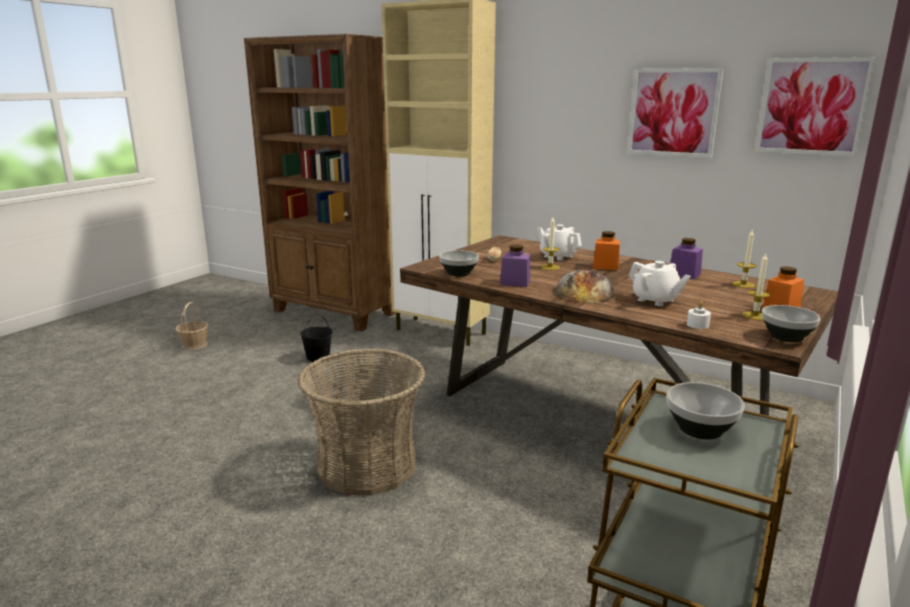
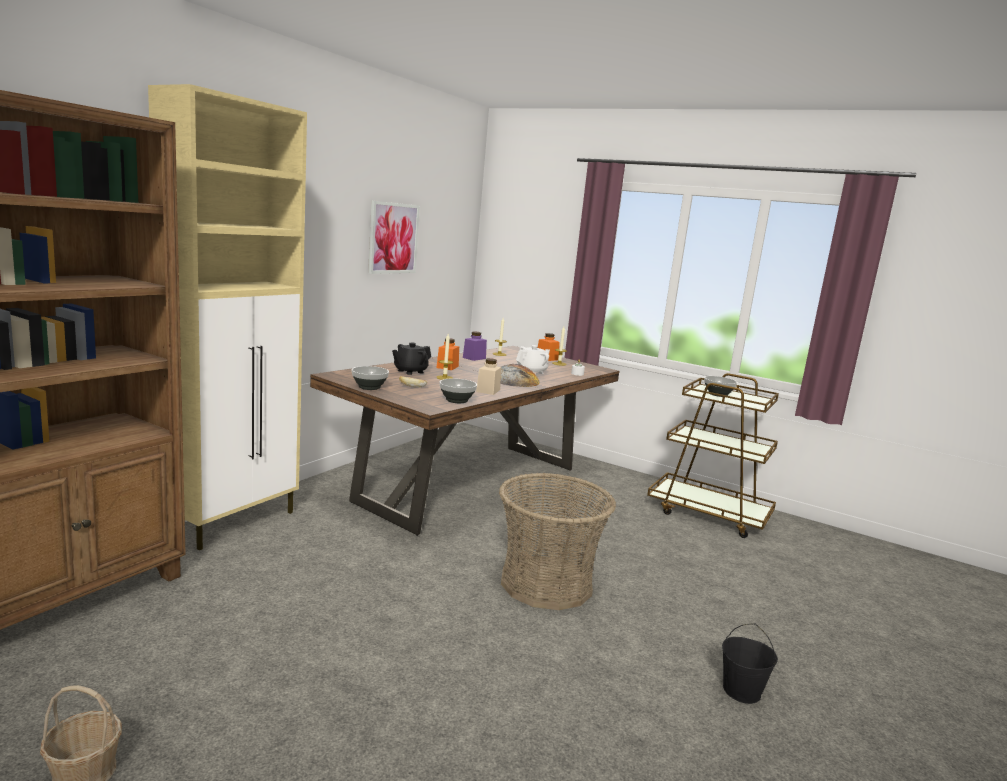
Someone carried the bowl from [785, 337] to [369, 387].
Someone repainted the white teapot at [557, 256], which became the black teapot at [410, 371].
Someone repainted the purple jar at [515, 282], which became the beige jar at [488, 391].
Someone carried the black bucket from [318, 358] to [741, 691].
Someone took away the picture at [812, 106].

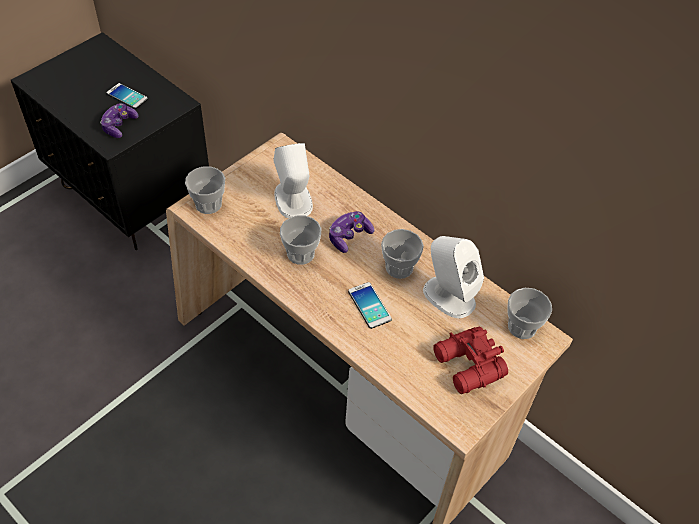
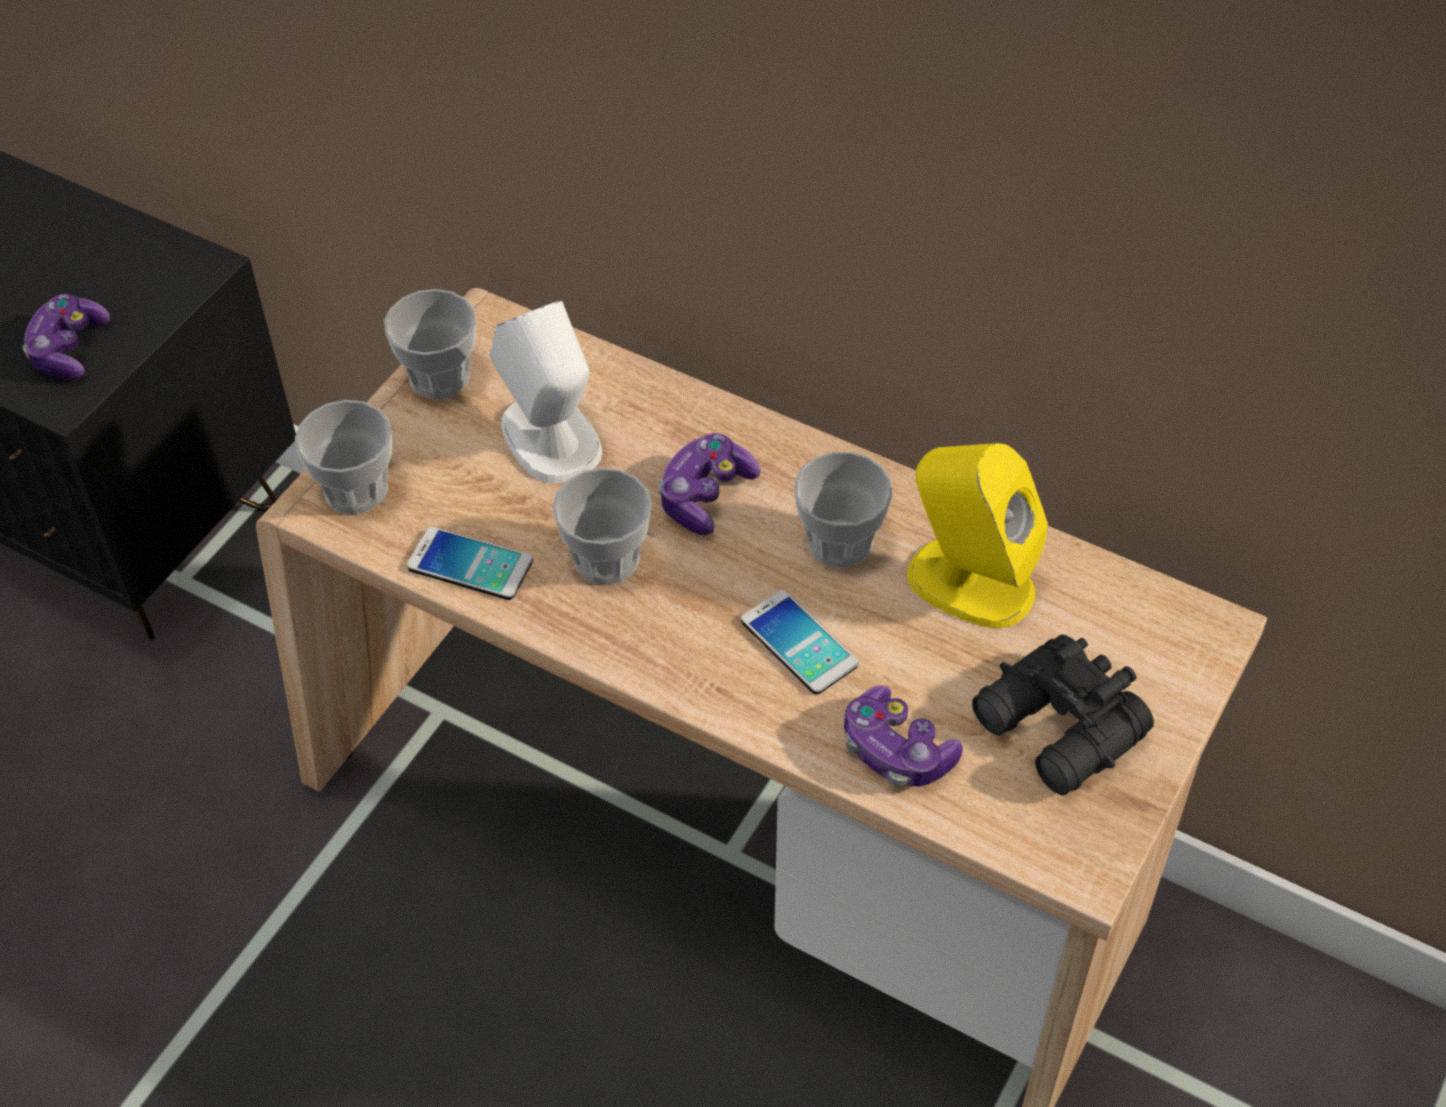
Someone carried the cup from [522, 327] to [439, 377].
Someone carried the phone from [127, 96] to [470, 564].
Someone put down the game controller at [896, 750].
Someone repainted the white speaker at [448, 296], which became the yellow speaker at [969, 582].
Someone repainted the red binoculars at [467, 367], which became the black binoculars at [1058, 731].

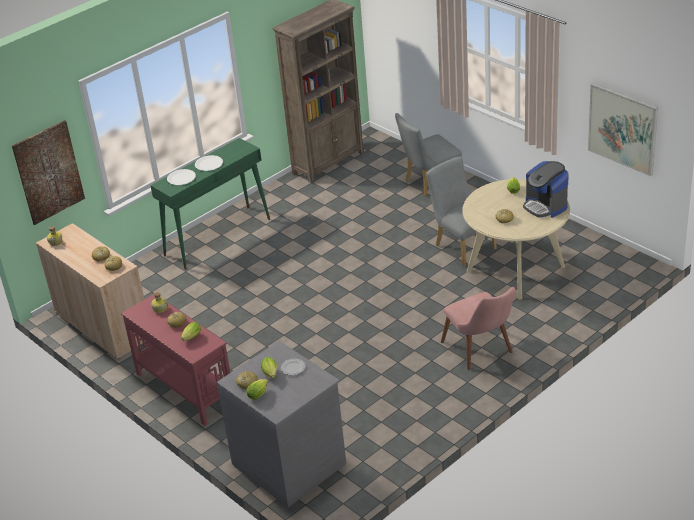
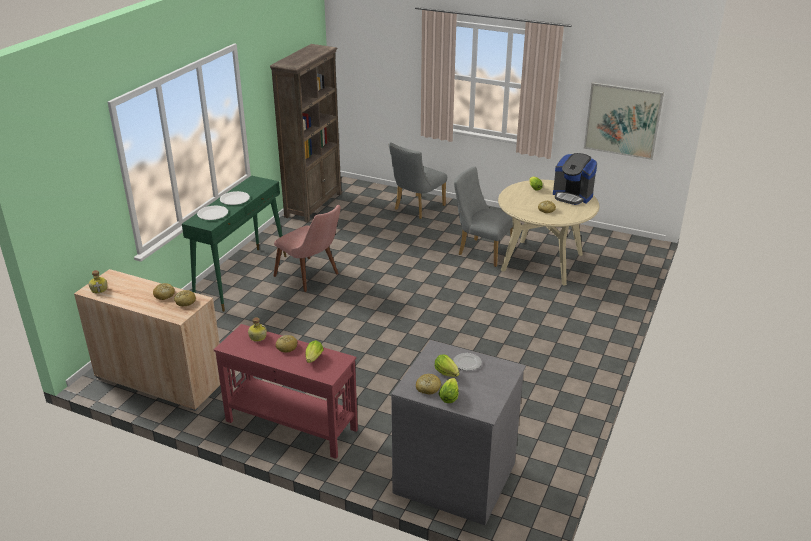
Someone carried the pink chair from [482, 351] to [312, 277].
Someone took away the picture at [48, 172].

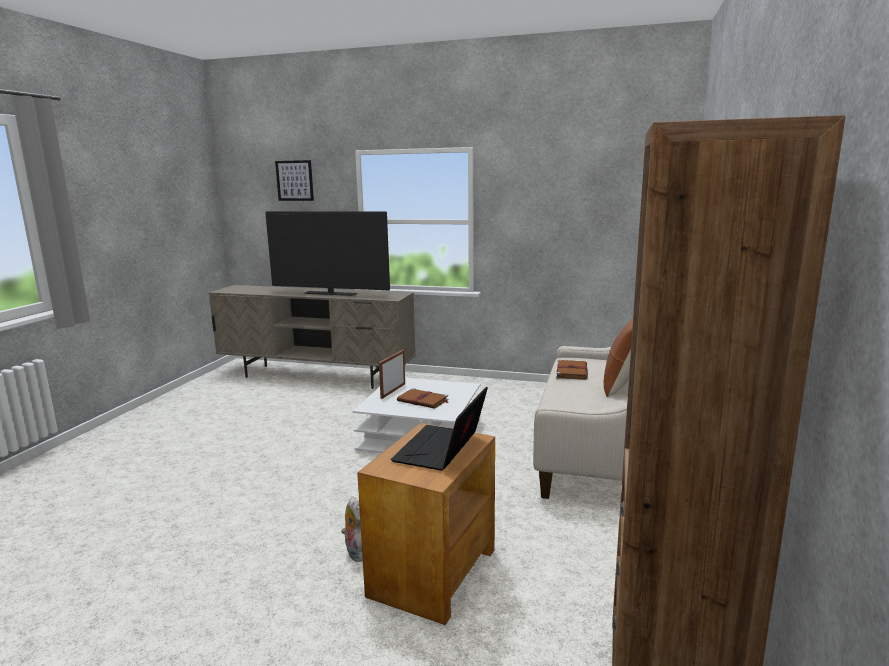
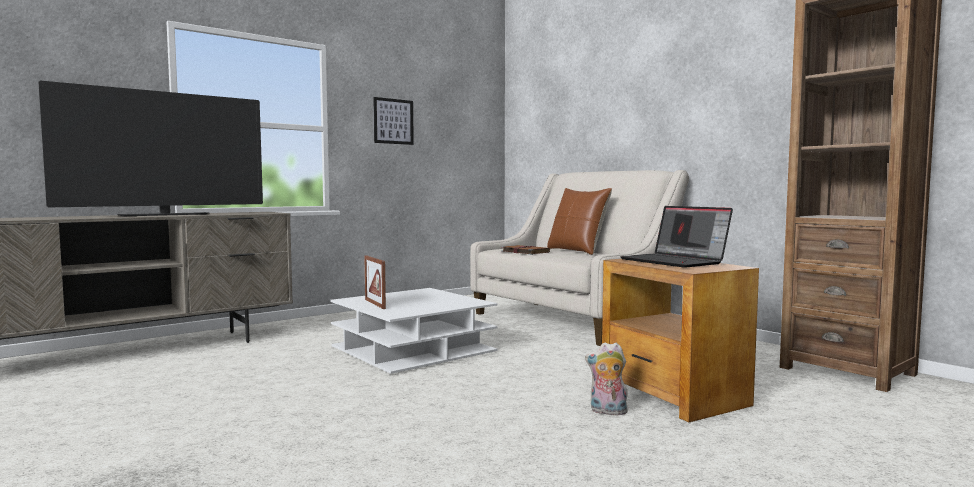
Someone carried the picture from [294, 180] to [393, 121].
Someone took away the brown book at [423, 401].

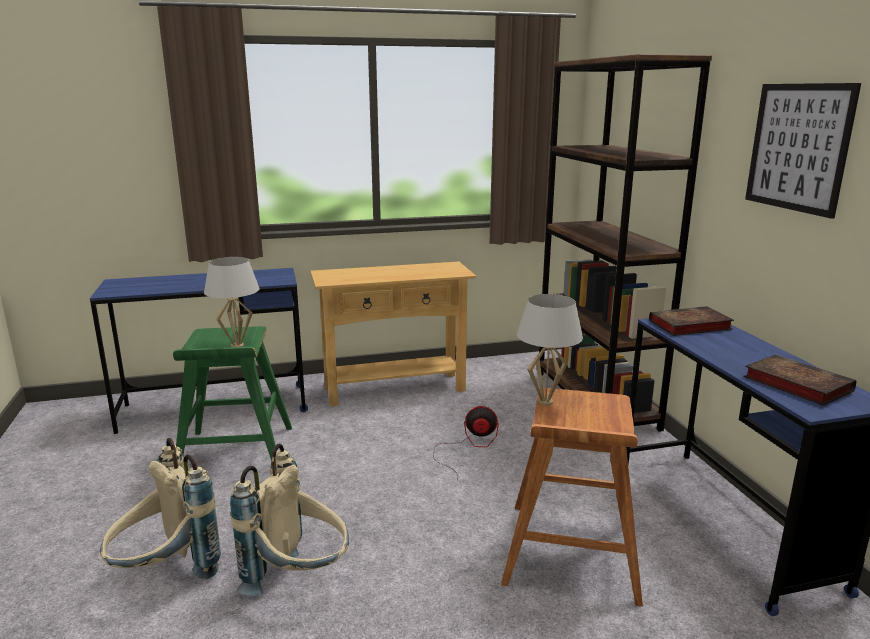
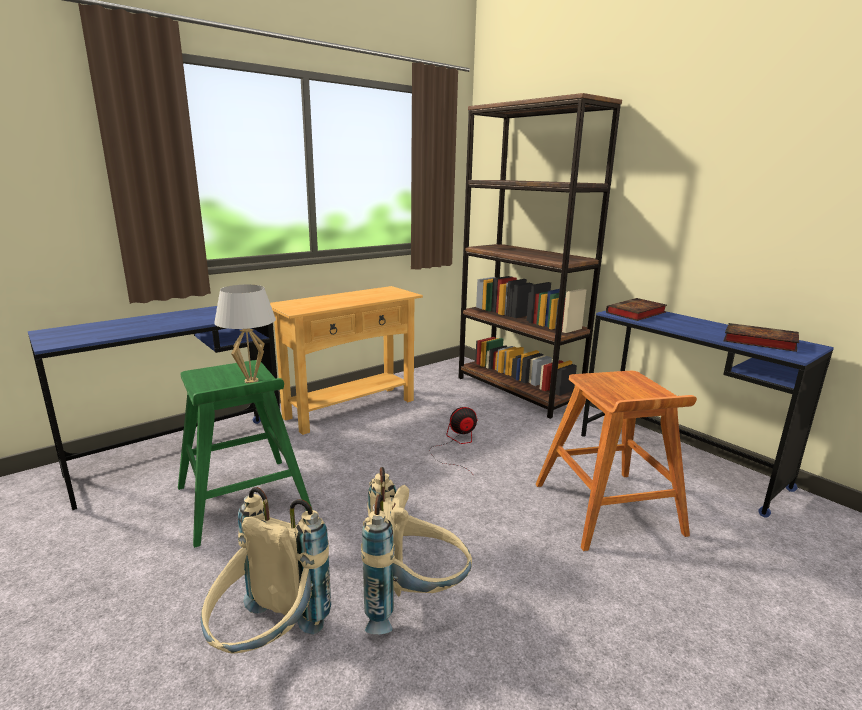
Someone took away the white table lamp at [545, 402].
Someone took away the picture at [798, 147].

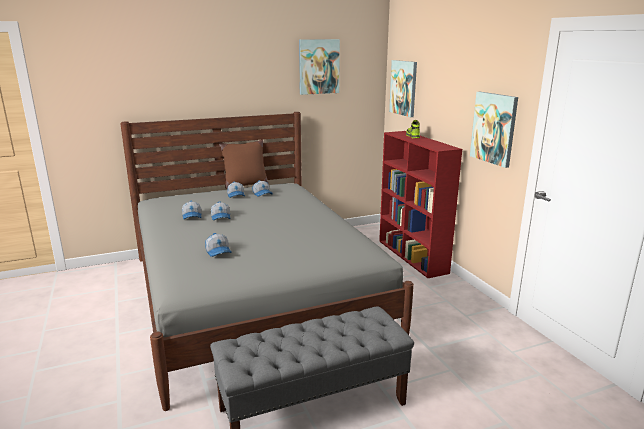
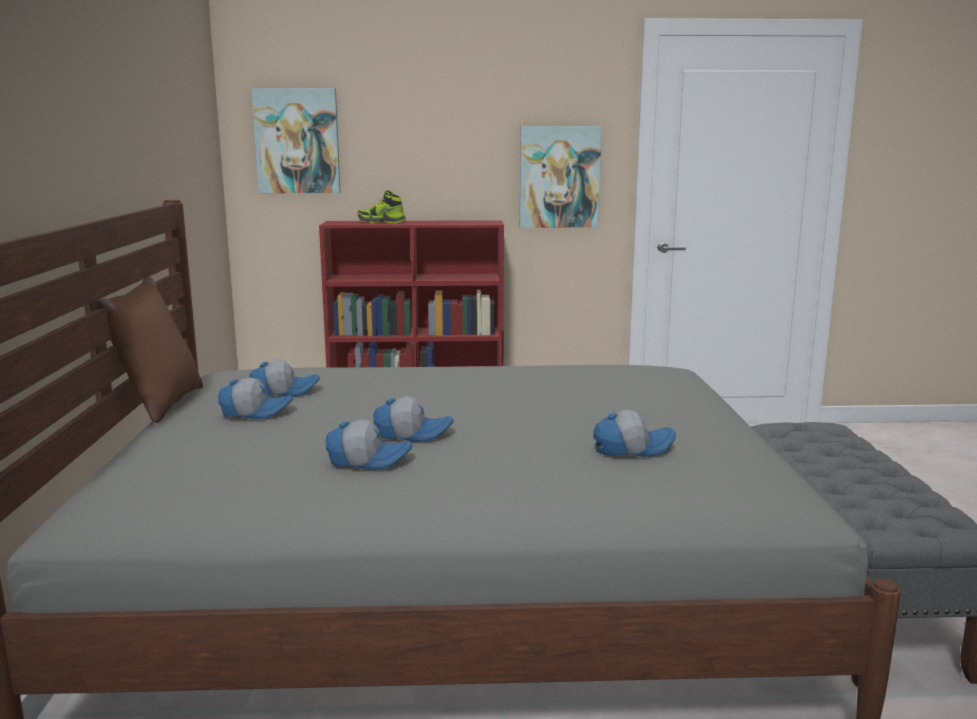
Someone took away the picture at [318, 66].

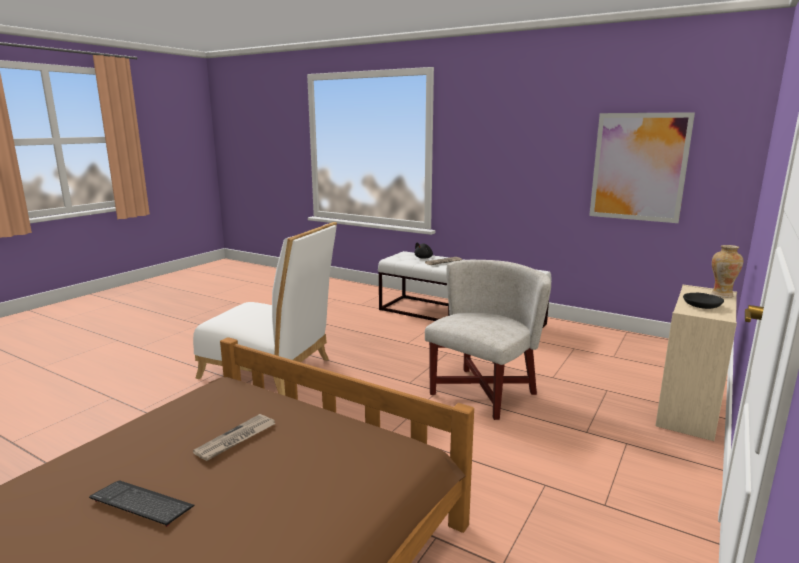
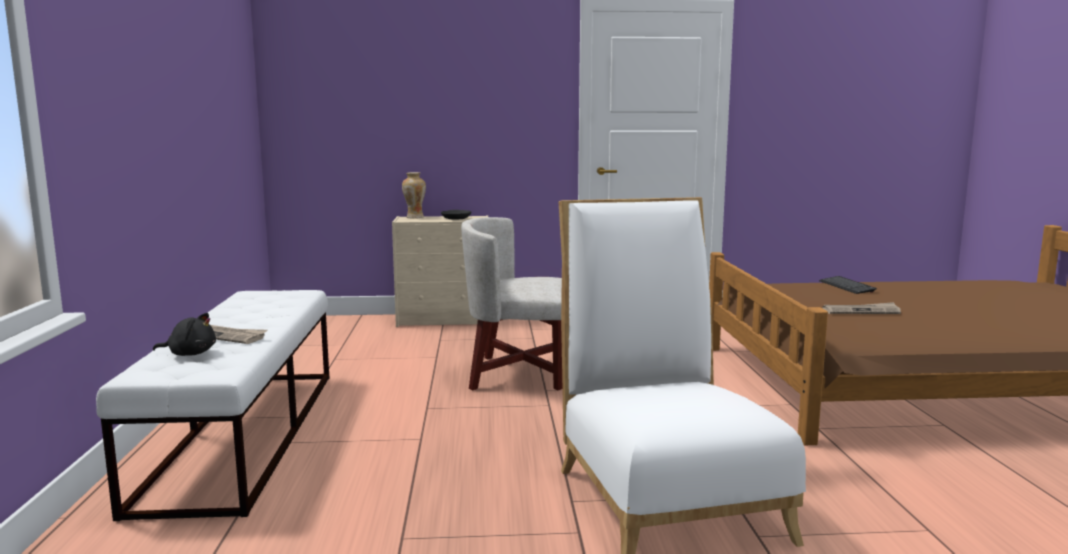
Someone carried the keyboard from [141, 504] to [846, 286].
Someone took away the picture at [639, 167].

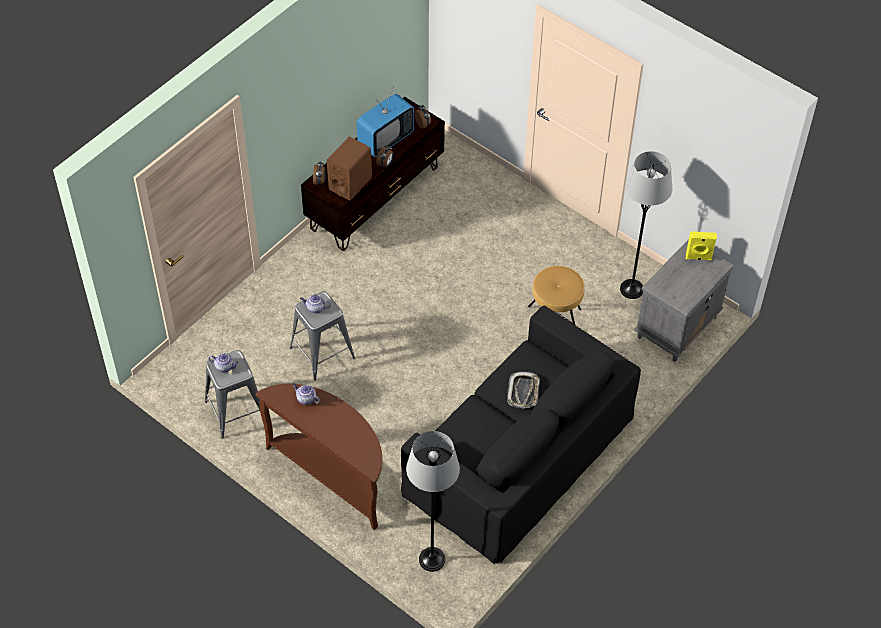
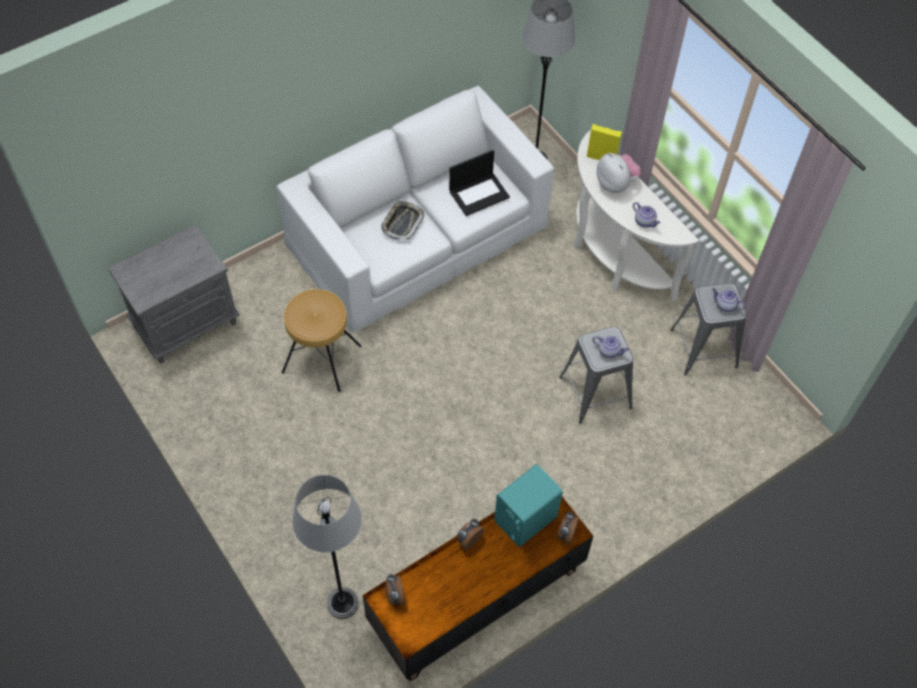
Someone repainted the black sofa at [519, 454], which became the white sofa at [417, 233].
Someone carried the grey floor lamp from [631, 289] to [342, 603].
Someone put down the laptop at [479, 193].
Someone repainted the brown speaker at [350, 183], which became the turquoise speaker at [525, 519].
Someone repainted the brown console table at [332, 475], which became the white console table at [612, 257].
Someone carried the yellow speaker from [698, 258] to [601, 157].
Someone put down the plush toy at [615, 184].
Someone took away the television at [385, 139].

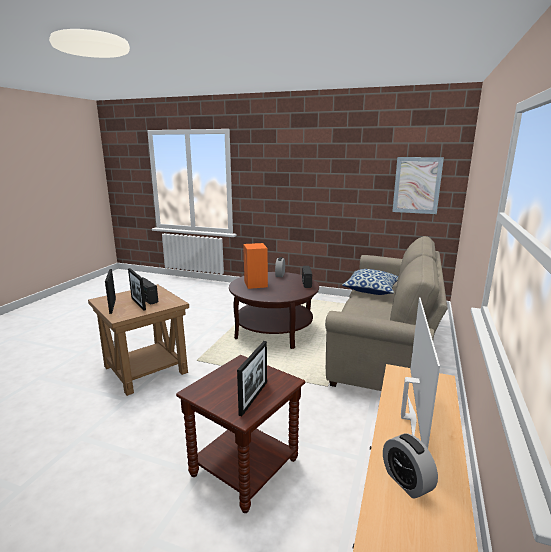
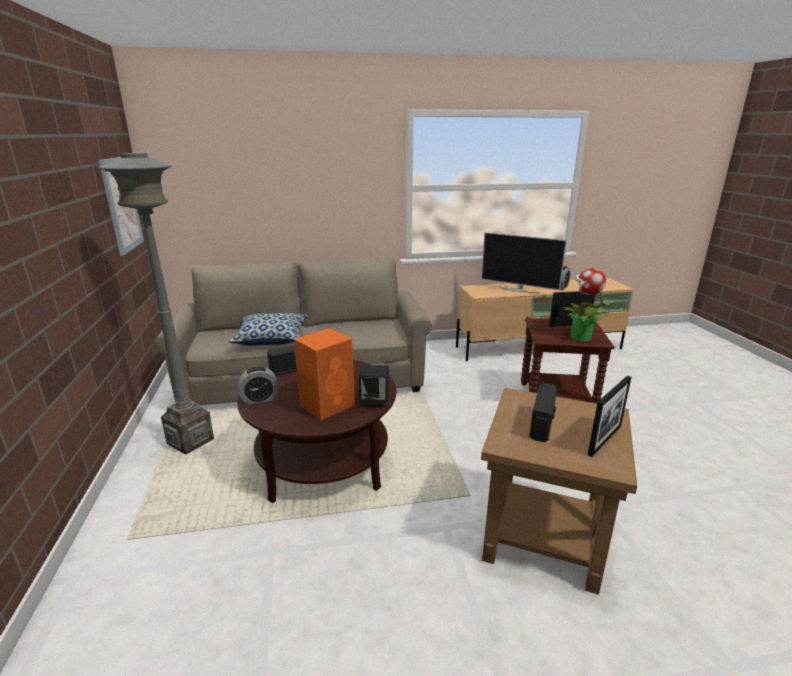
Someone put down the grey floor lamp at [190, 441].
Someone put down the black speaker at [375, 400].
Someone rotated the television at [408, 417] by 135 degrees counterclockwise.
Someone put down the potted plant at [580, 337].
Someone took away the picture frame at [138, 304].

